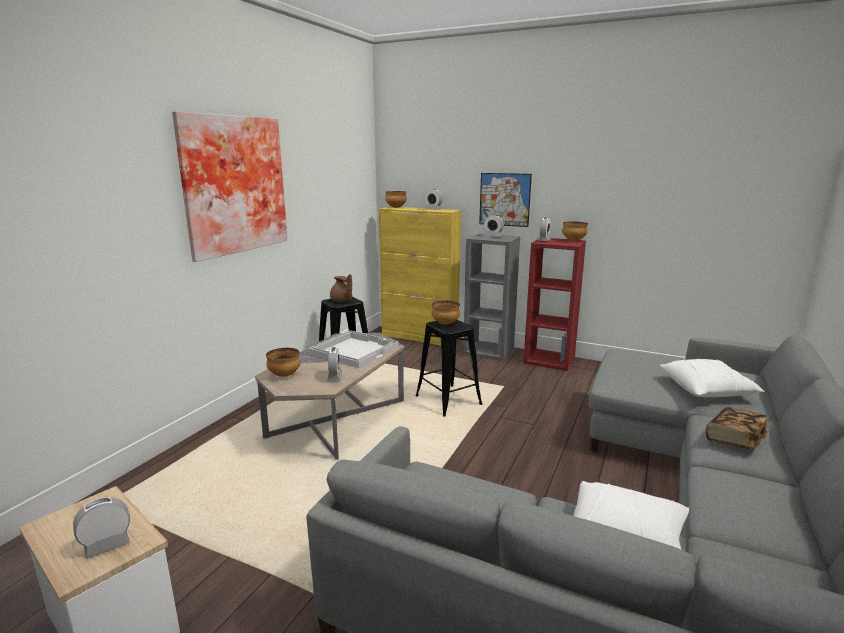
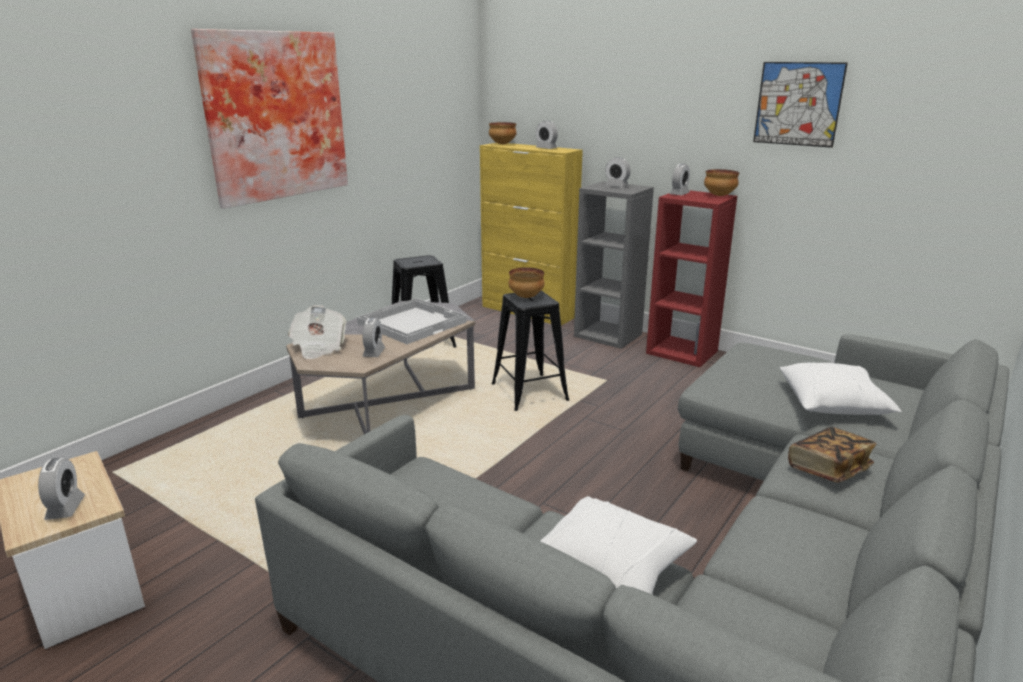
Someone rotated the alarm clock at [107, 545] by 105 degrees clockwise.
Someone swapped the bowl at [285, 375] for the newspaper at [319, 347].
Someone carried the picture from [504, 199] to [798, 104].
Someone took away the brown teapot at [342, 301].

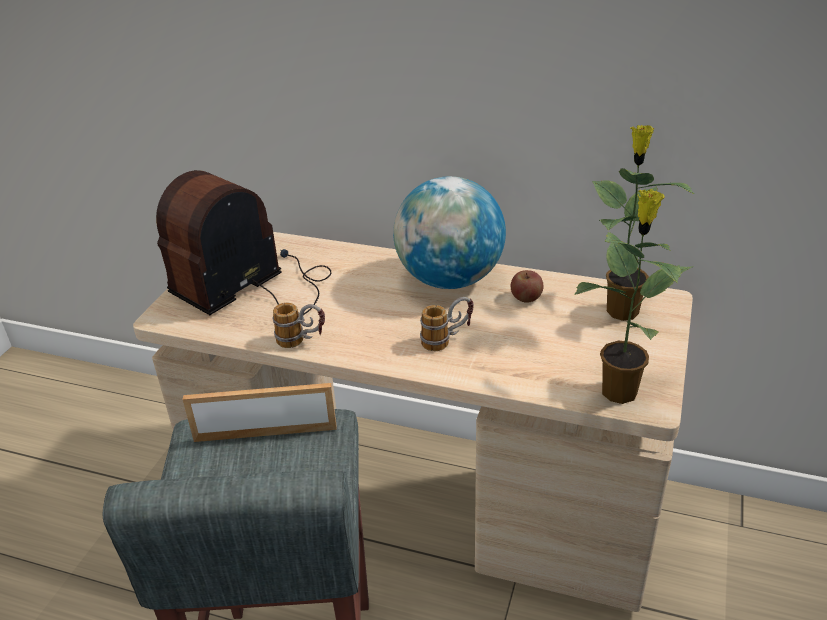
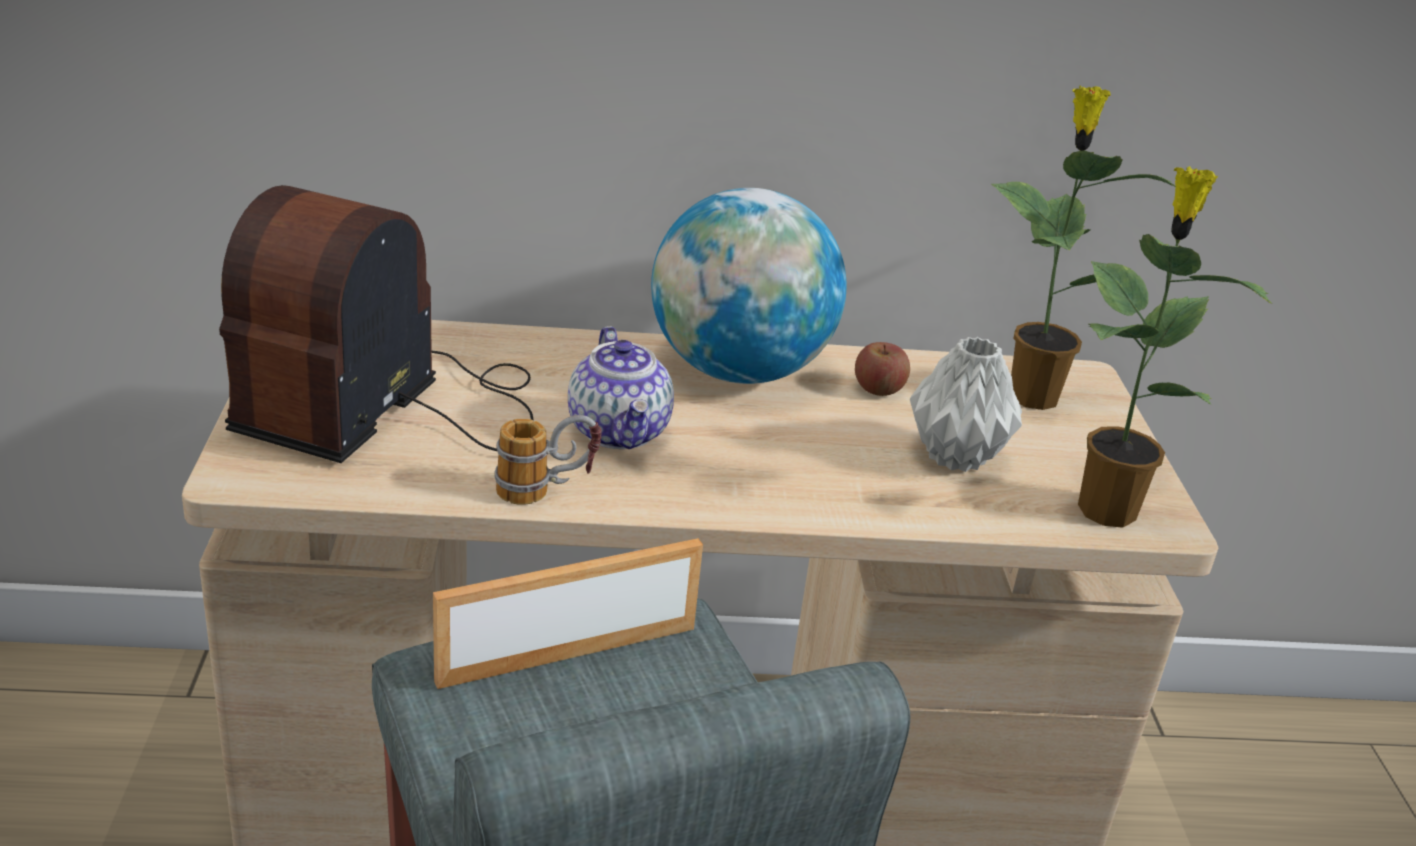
Someone put down the teapot at [620, 432].
Someone put down the grey vase at [954, 455].
Someone took away the mug at [447, 340].

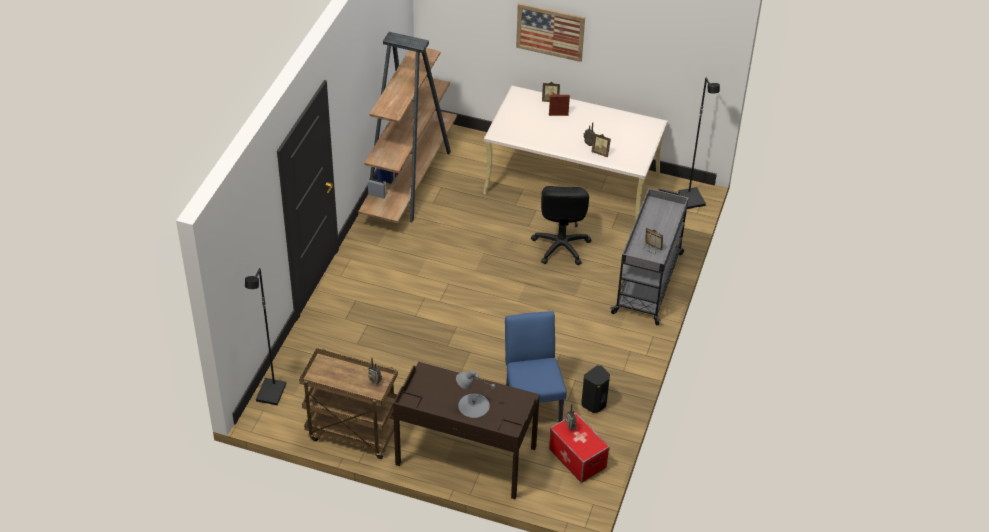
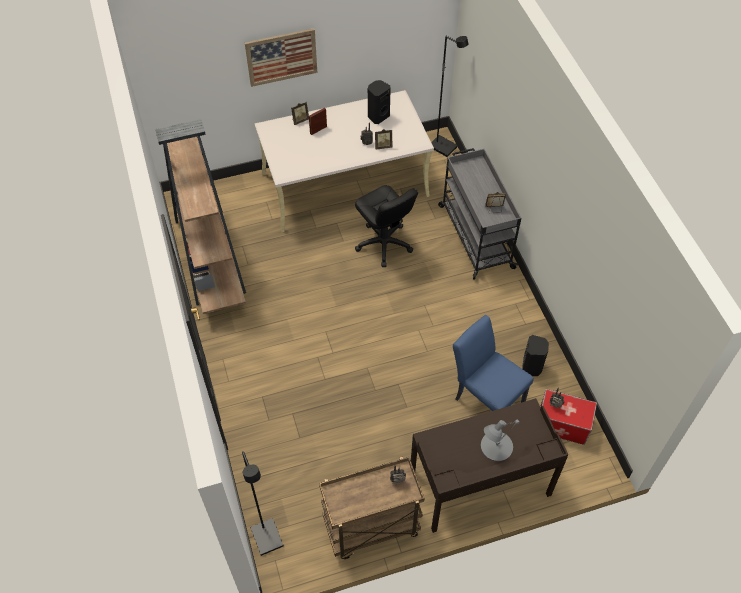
Someone put down the black speaker at [378, 116].

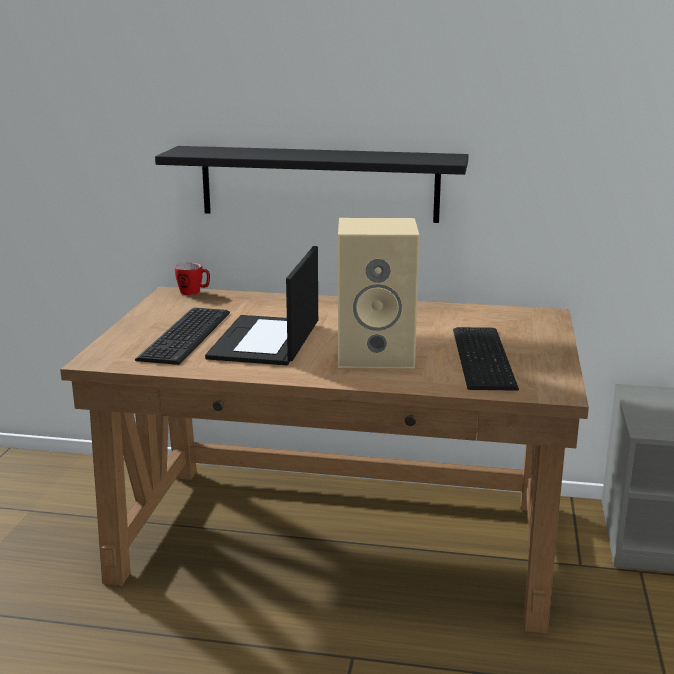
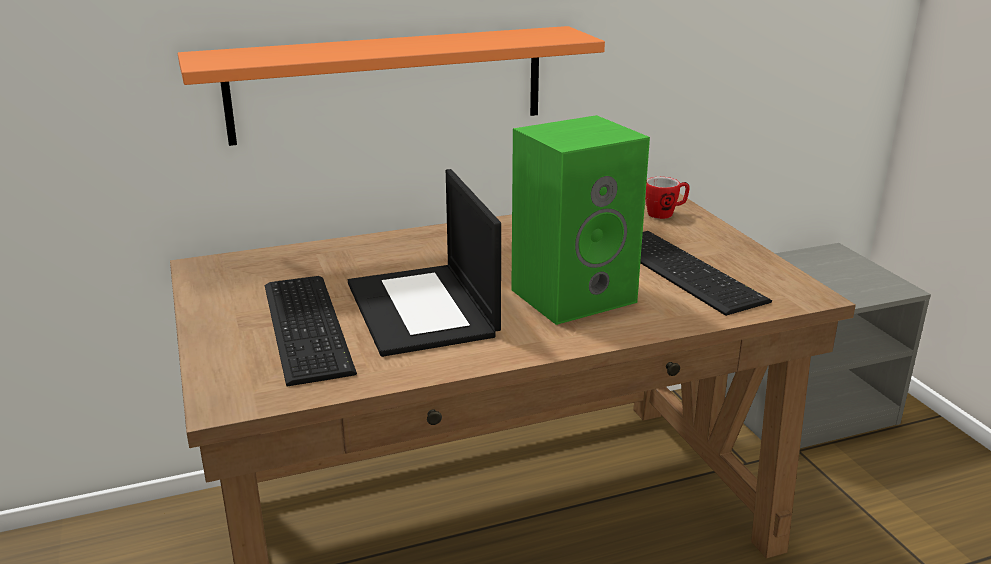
Someone repainted the black shelf at [319, 184], which became the orange shelf at [388, 84].
Someone repainted the beige speaker at [377, 354], which became the green speaker at [574, 294].
Someone carried the mug from [194, 292] to [665, 214].

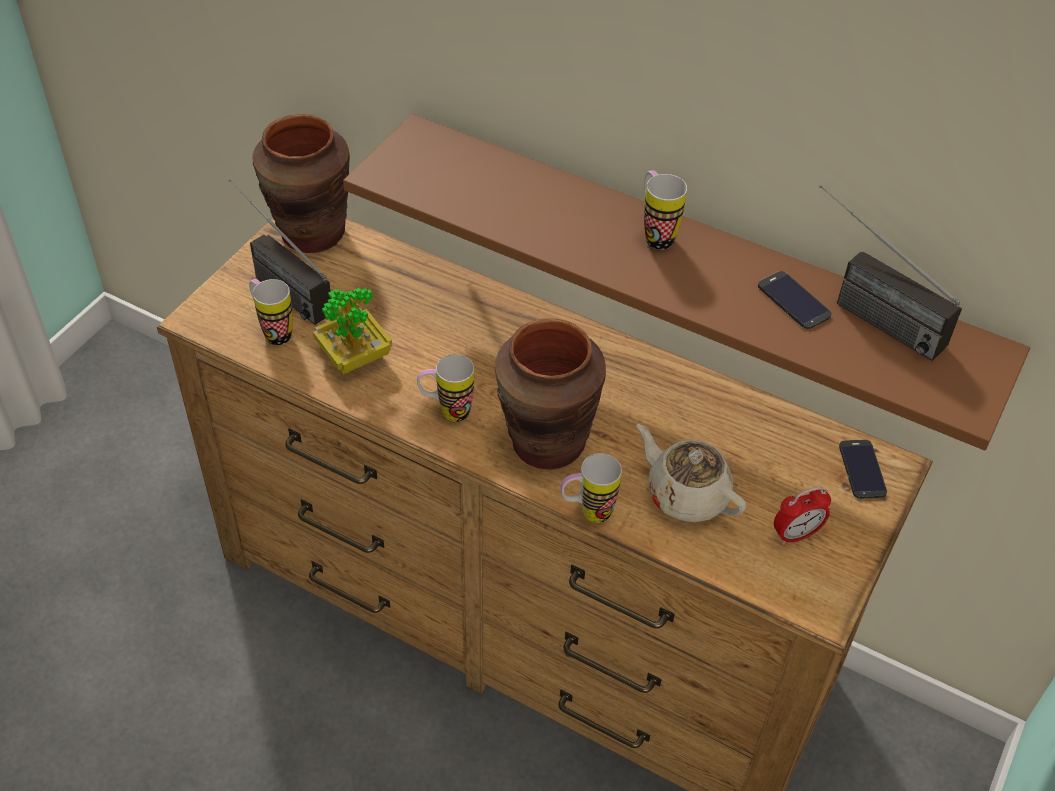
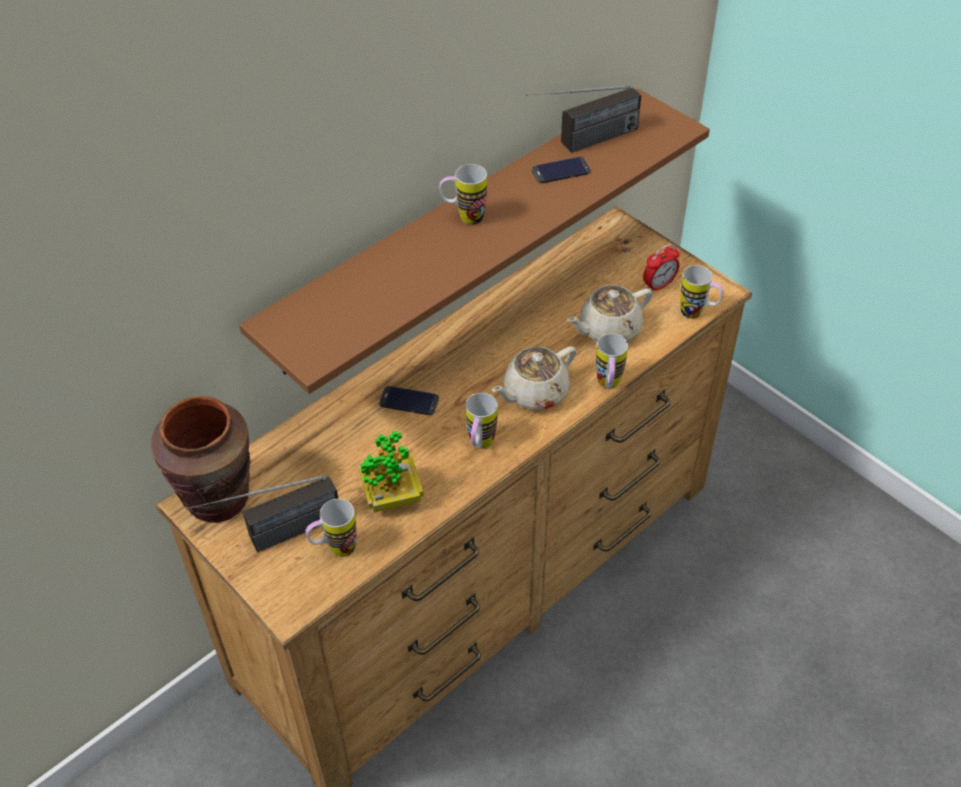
Someone carried the phone from [862, 469] to [409, 401].
Someone swapped the brown vase at [546, 443] for the beige teapot at [534, 392].
Someone rotated the alarm clock at [796, 534] by 60 degrees clockwise.
Someone put down the mug at [697, 314].

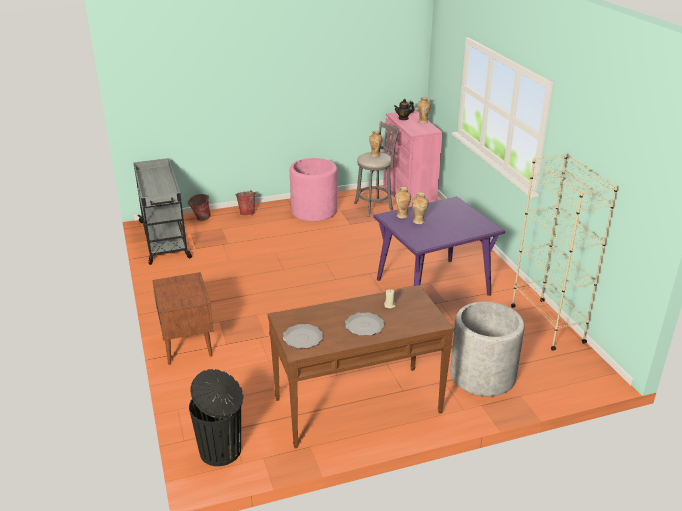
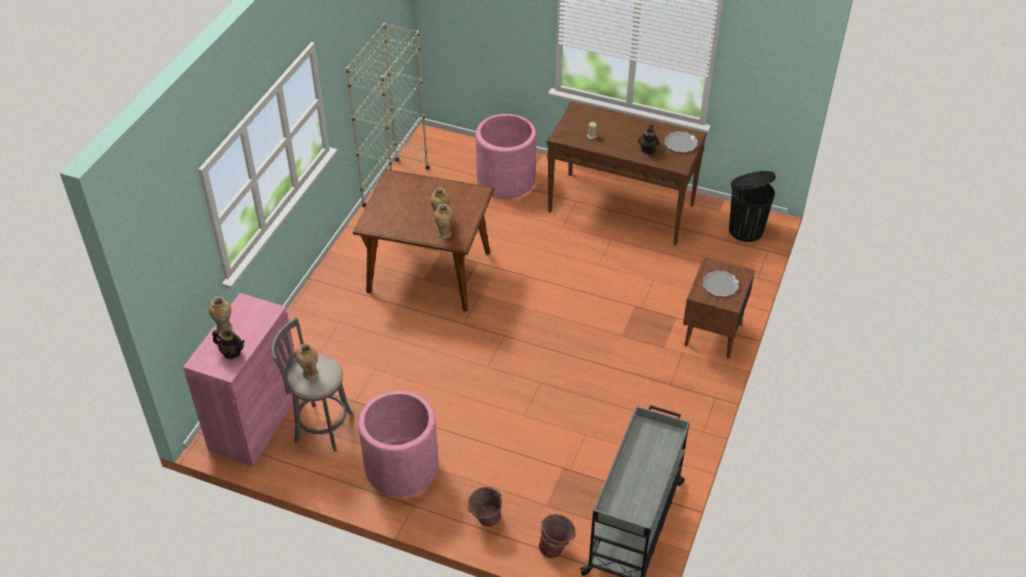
Someone repainted the purple dining table at [432, 287], which became the brown dining table at [429, 272].
Someone repainted the grey planter at [483, 375], which became the pink planter at [506, 180].
Someone put down the teapot at [648, 149].
Someone carried the plate from [364, 326] to [720, 285].

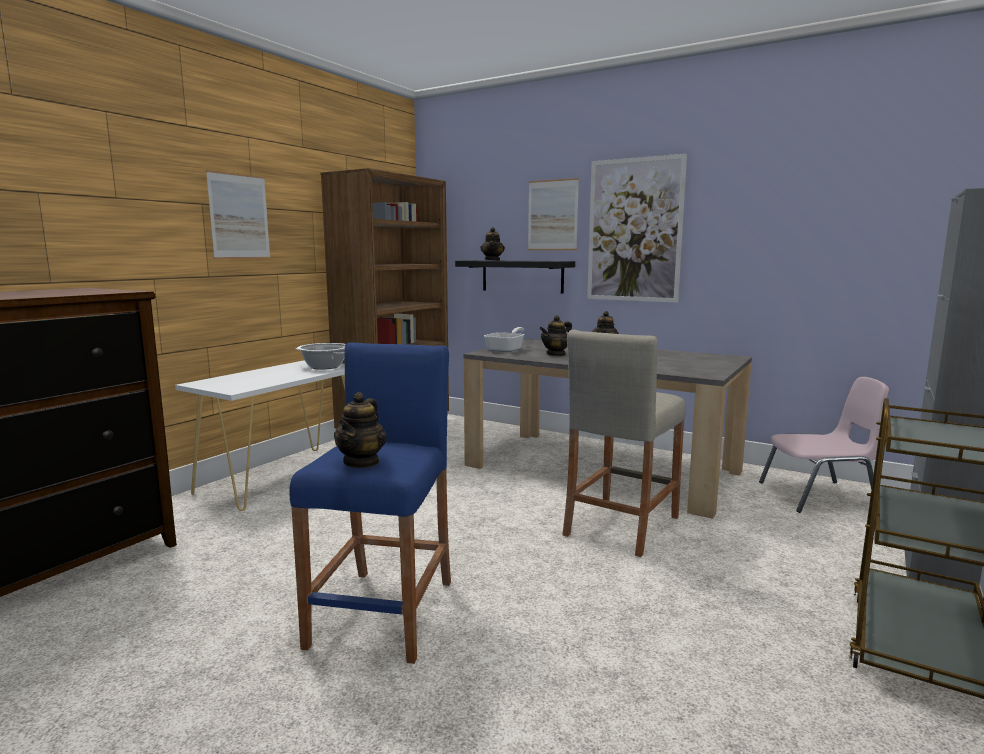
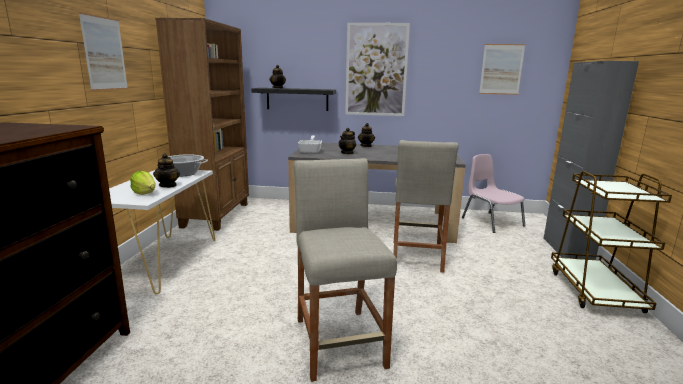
Someone put down the lettuce at [145, 193].
Someone carried the teapot from [362, 462] to [168, 185].
Someone repainted the blue stool at [384, 613], which became the beige stool at [339, 342].
Someone rotated the pink chair at [819, 496] by 90 degrees counterclockwise.
Someone carried the picture from [552, 215] to [501, 69].

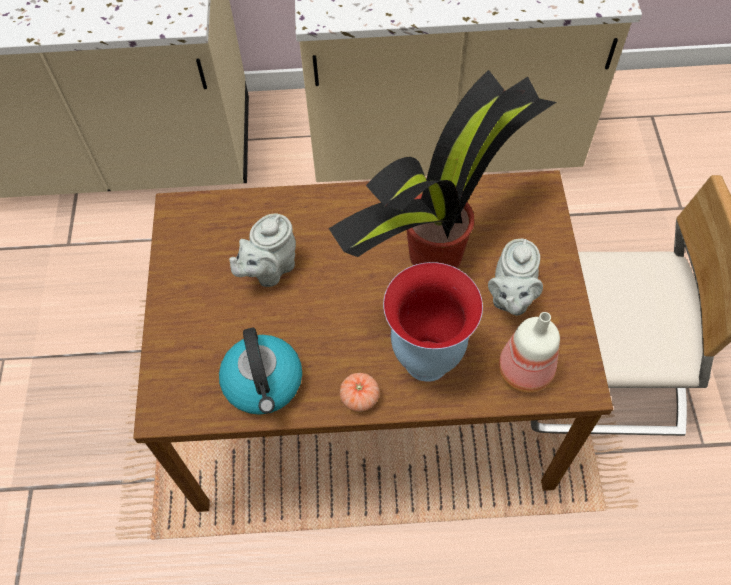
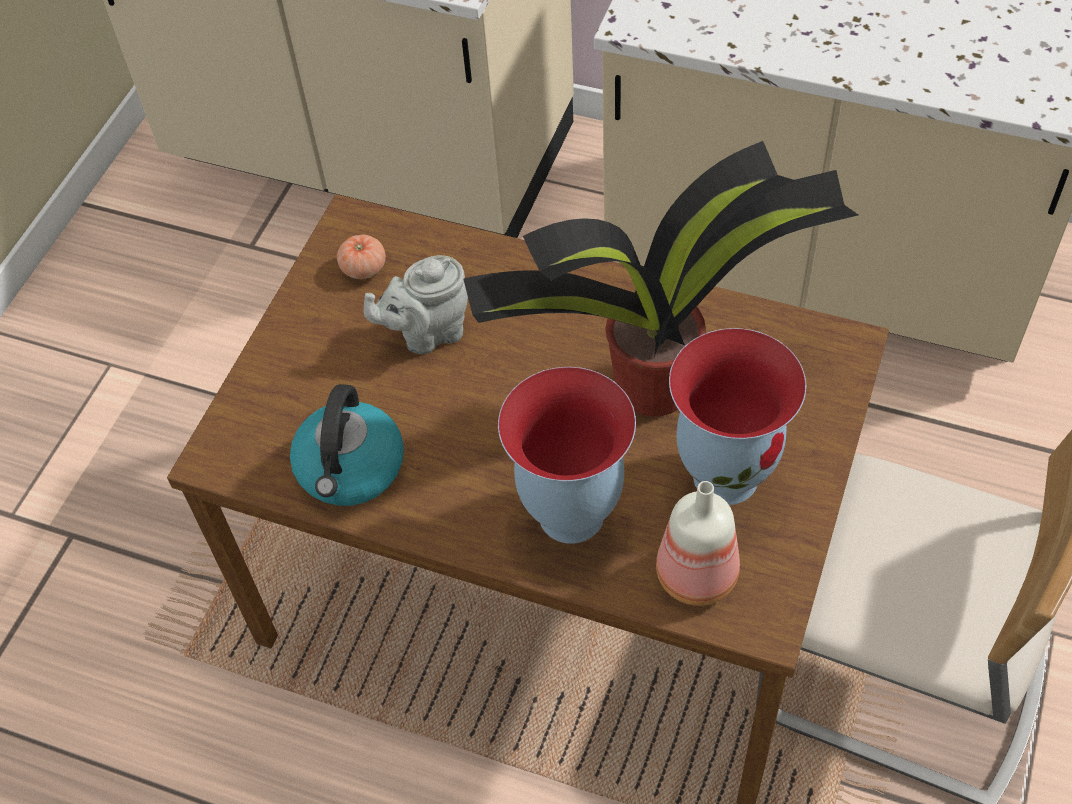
Someone carried the tomato from [359, 397] to [363, 268].
Someone swapped the grey teapot at [510, 298] for the vase at [726, 475].

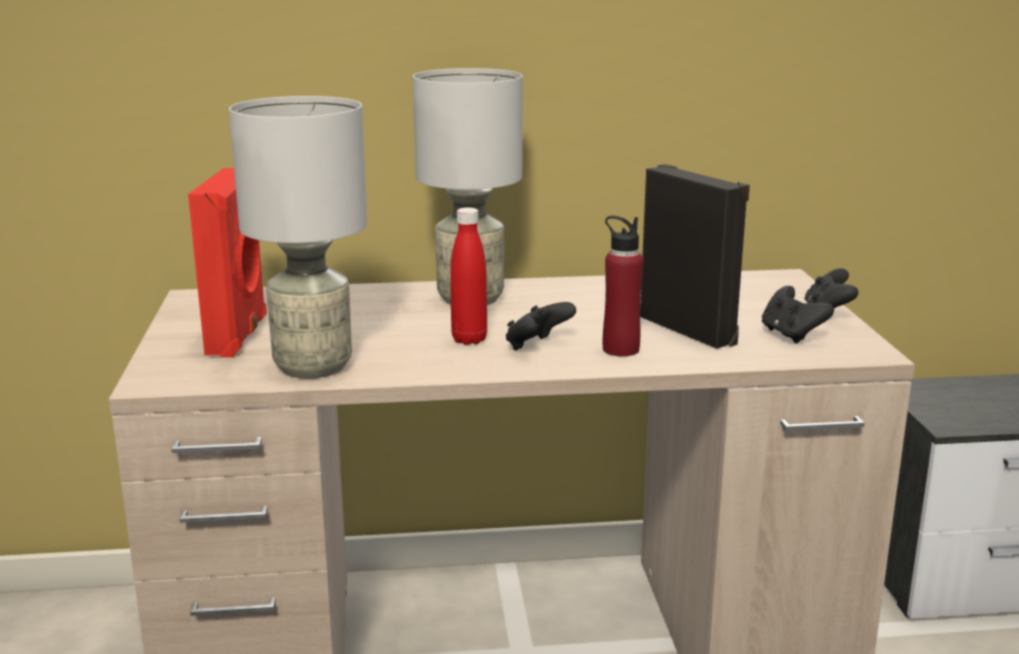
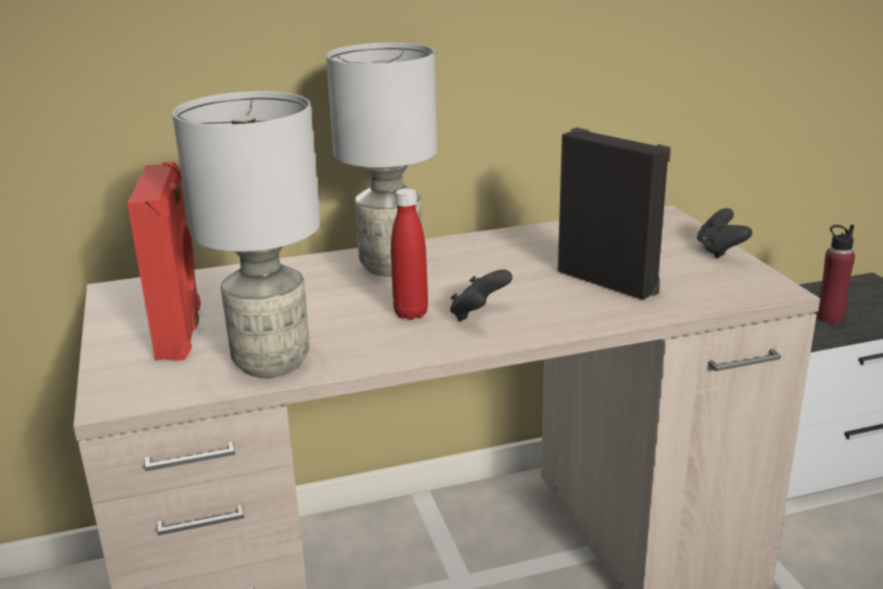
Someone carried the red bottle from [620, 349] to [829, 317].
Someone took away the black game controller at [791, 335].

